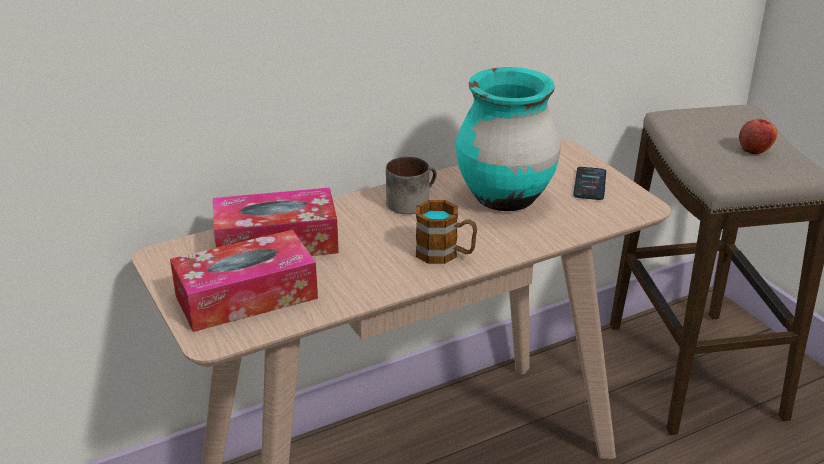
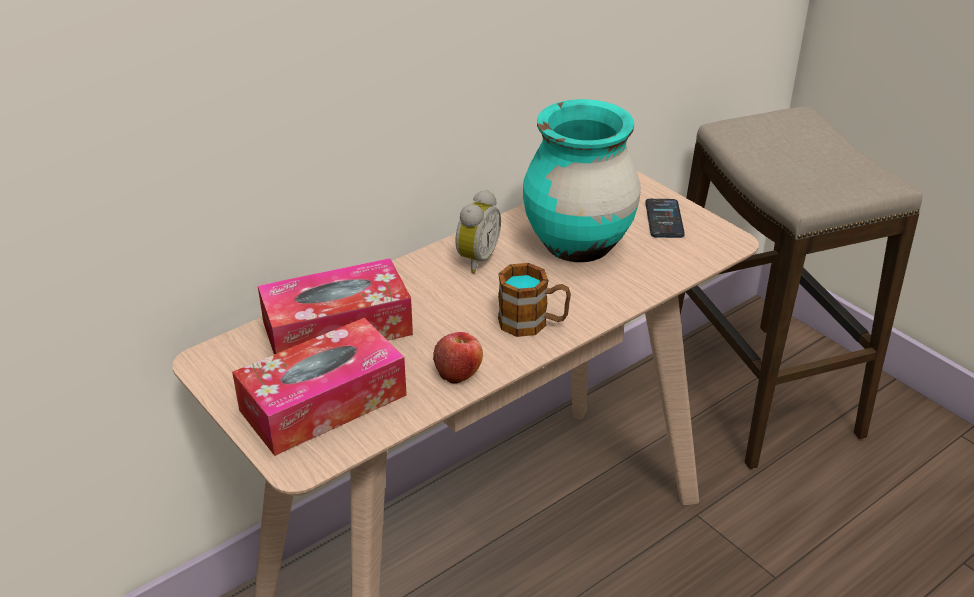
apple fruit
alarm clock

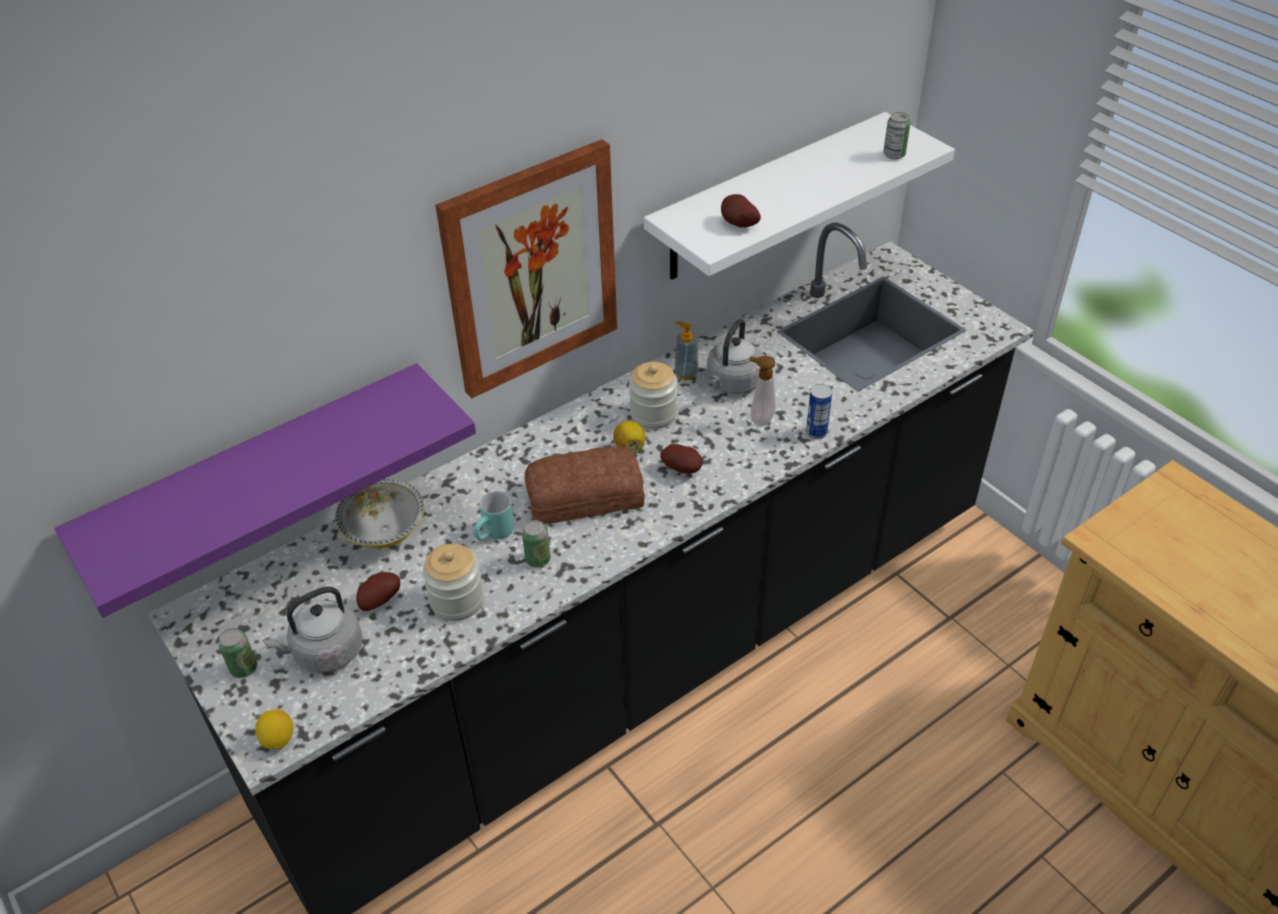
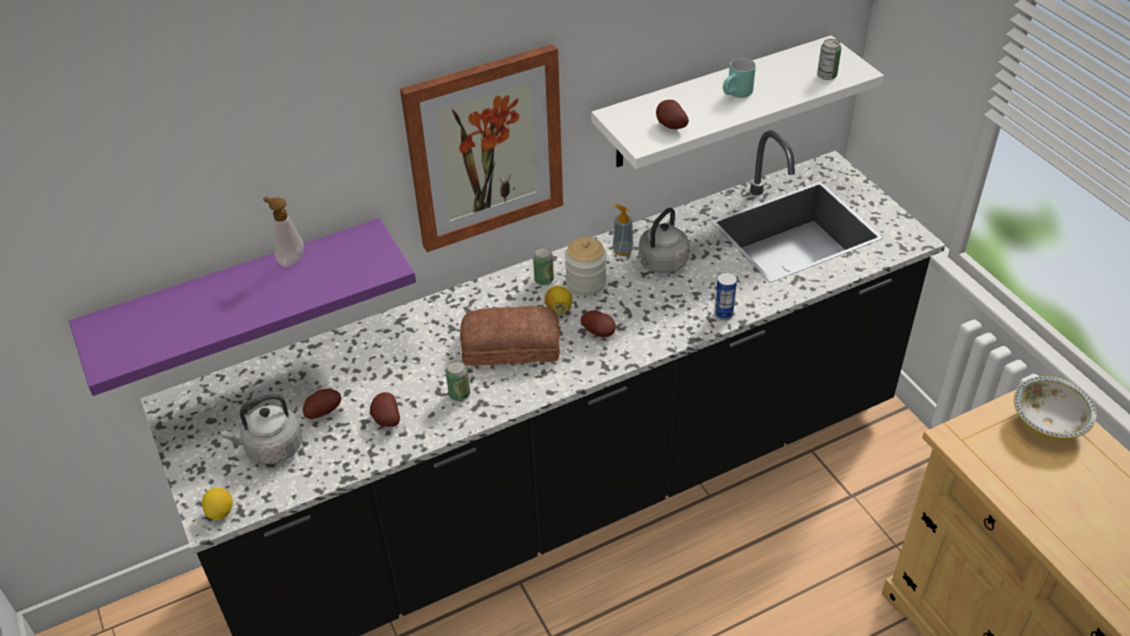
metal can (no. 2 from left)
bowl
turquoise-coloured mug
liquid soap bottle (no. 1 from left)
potato (no. 2 from left)

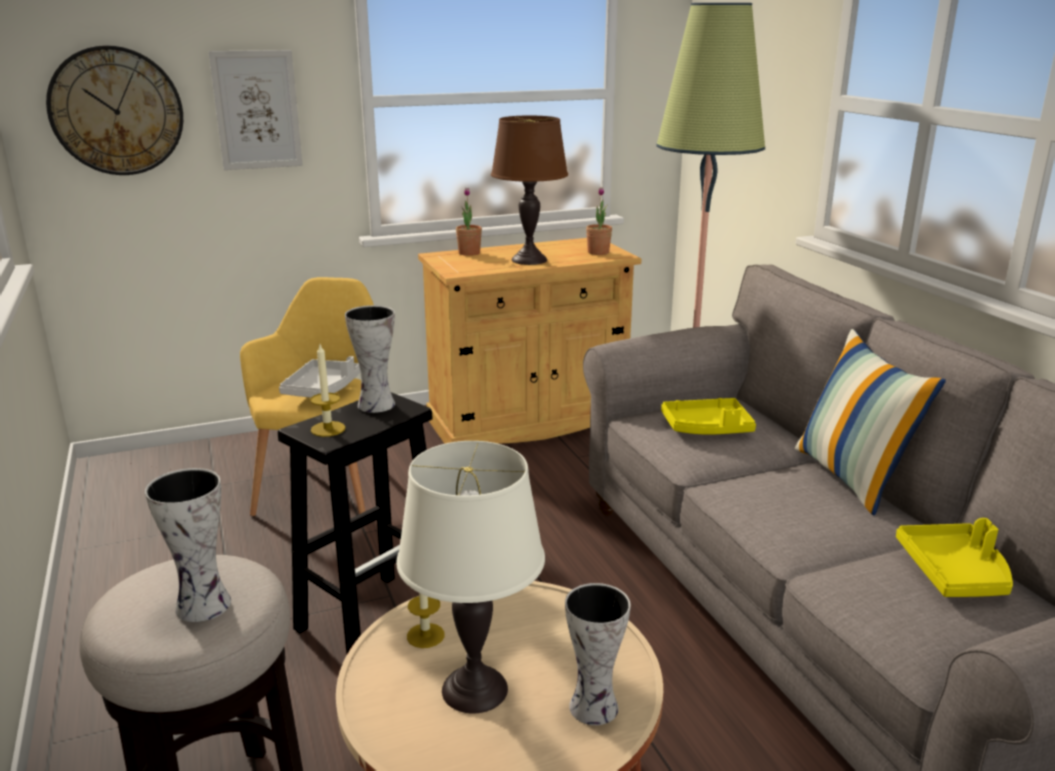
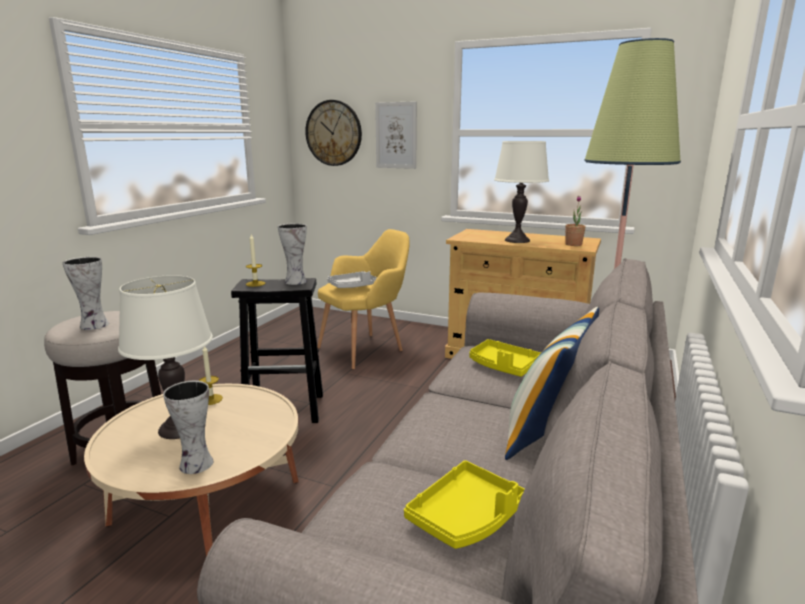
houseplant (no. 1 from left in the first image)
white-coloured table lamp (no. 2 from left)

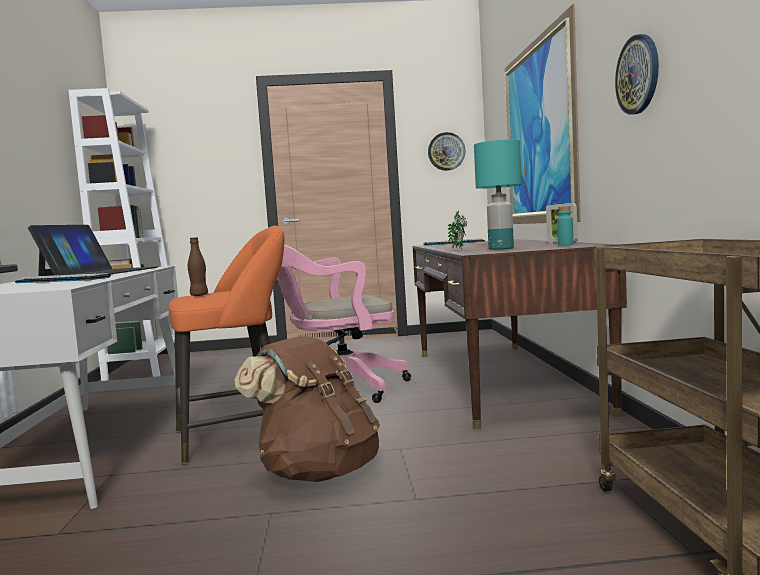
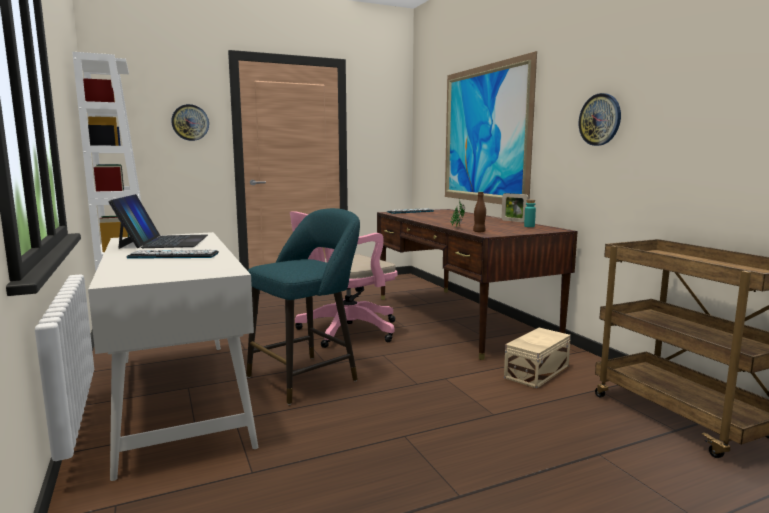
brown-coloured backpack
turquoise-coloured table lamp
beige-coloured storage container
brown-coloured beverage bottle
hanging clock (no. 1 from left)
turquoise-coloured stool seat

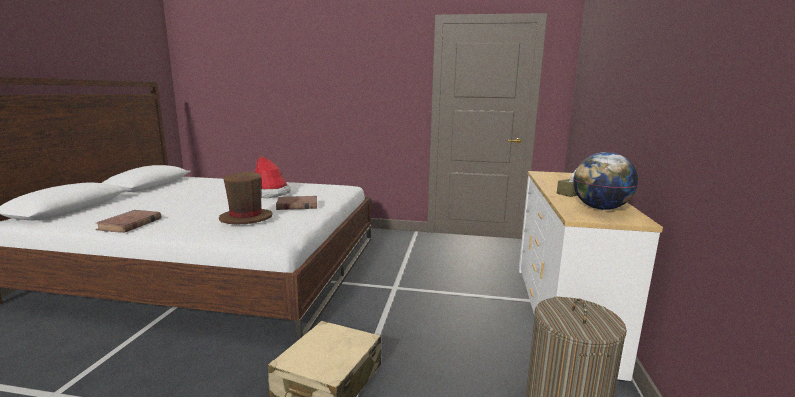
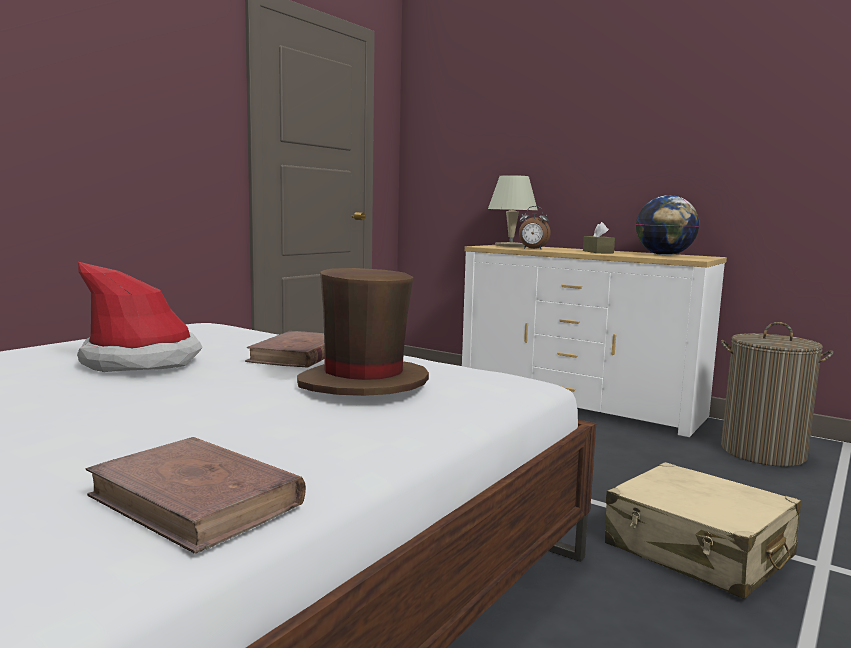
beige-coloured table lamp
alarm clock

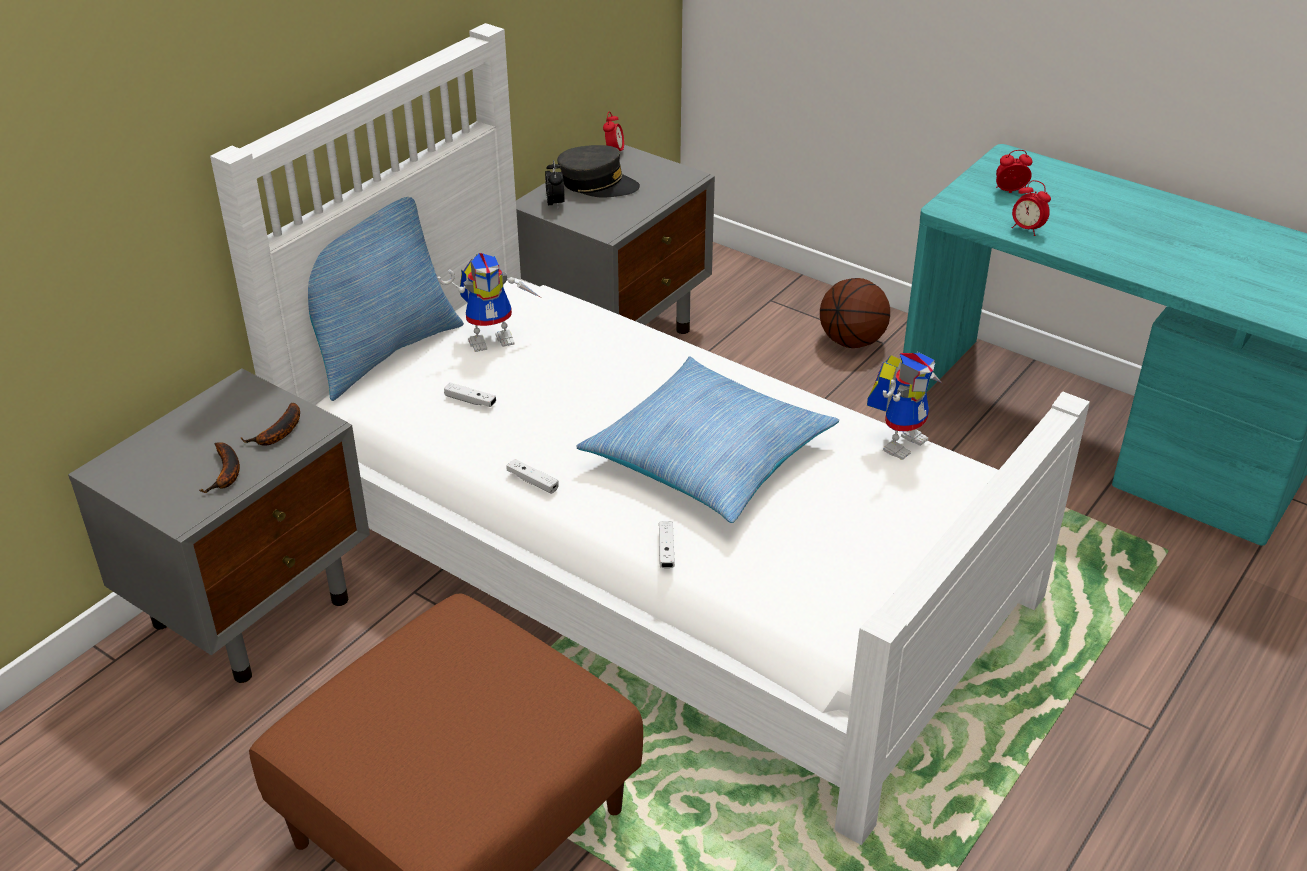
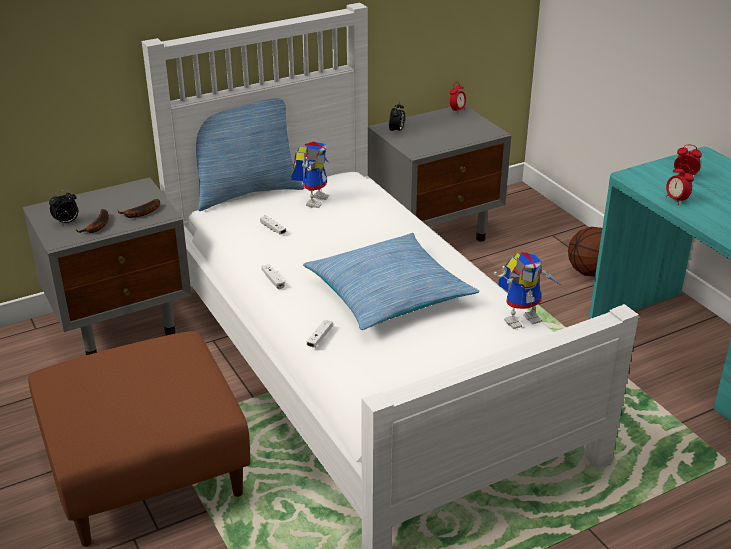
gray peaked cap
alarm clock (no. 1 from left)
model robot (no. 1 from left)

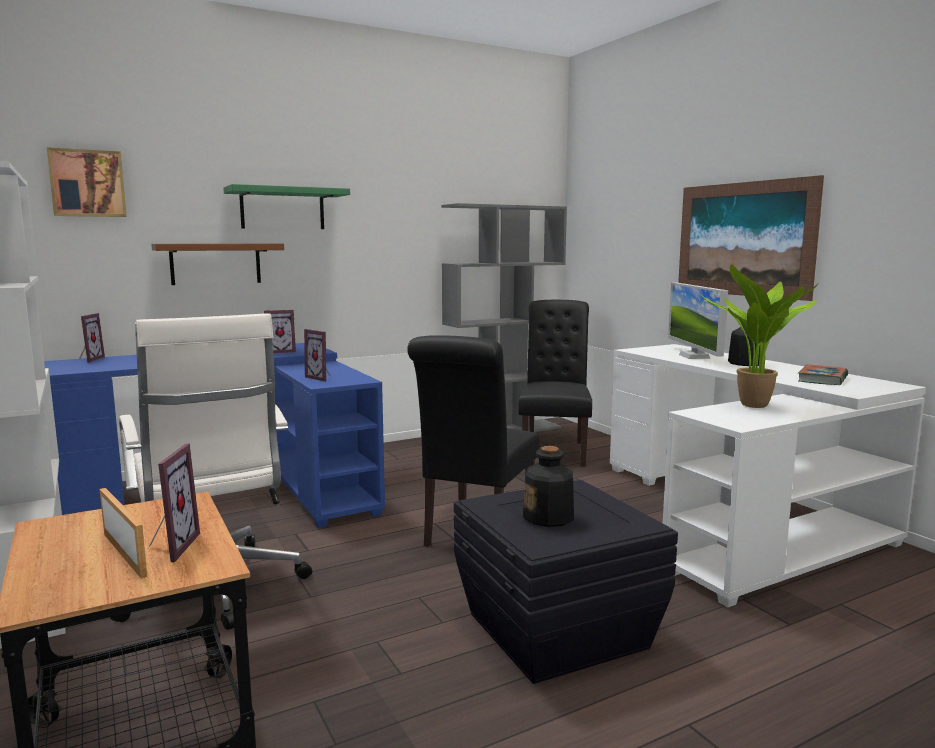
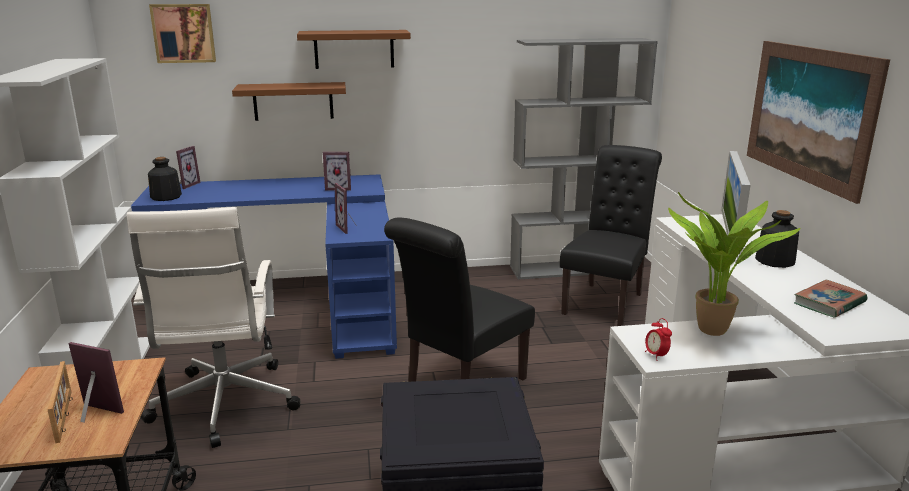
alarm clock
beverage bottle (no. 1 from left)
brown-coloured wall shelf (no. 2 from left)
picture frame (no. 2 from left)

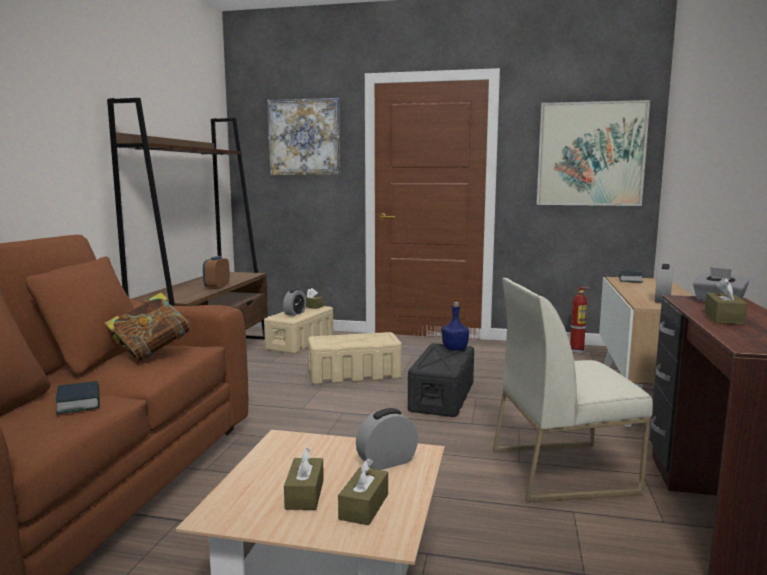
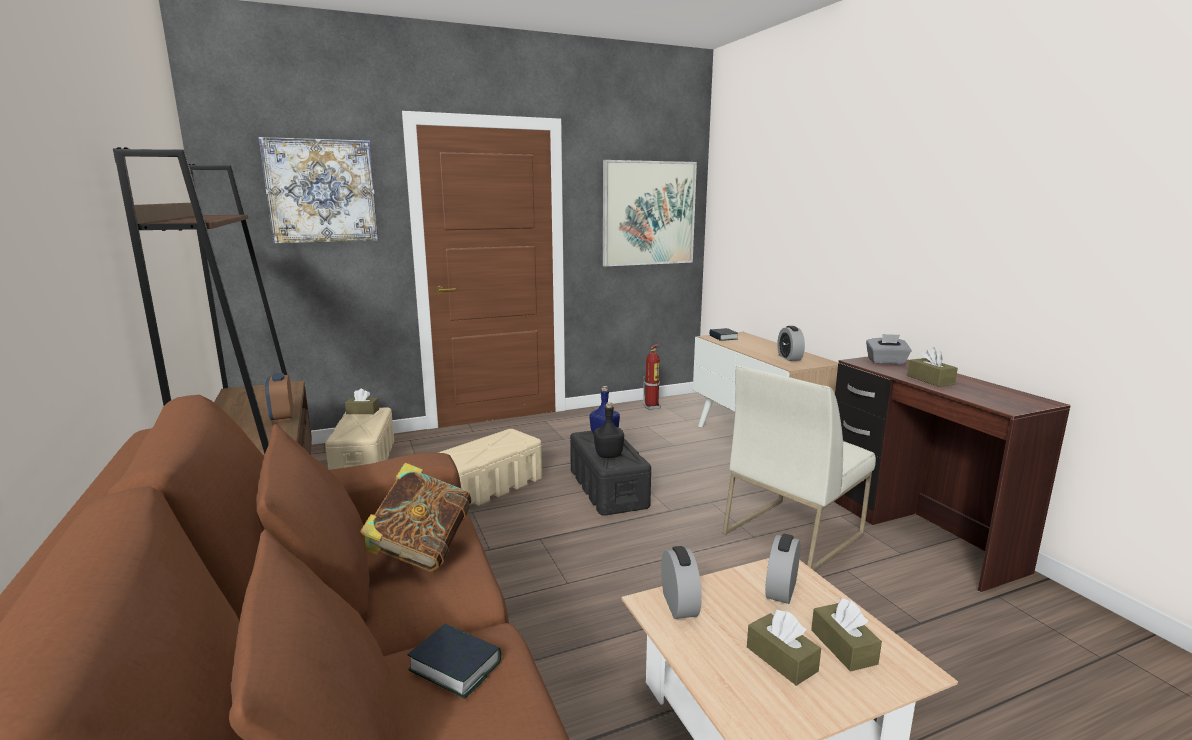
blackish beverage bottle
alarm clock (no. 2 from left)

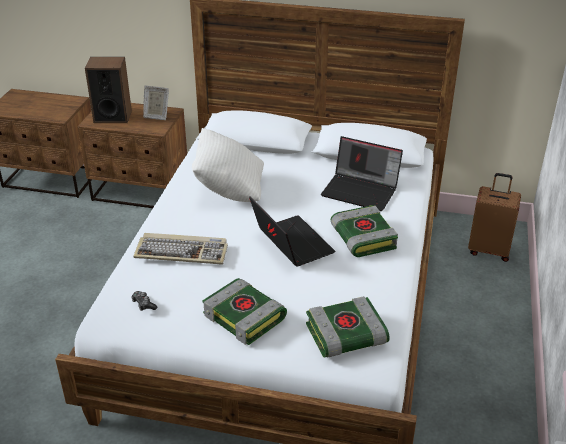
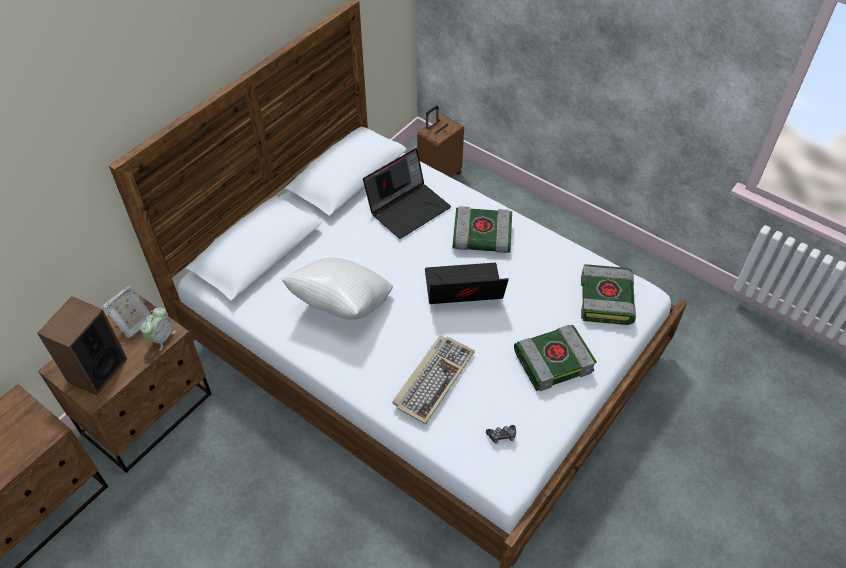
alarm clock

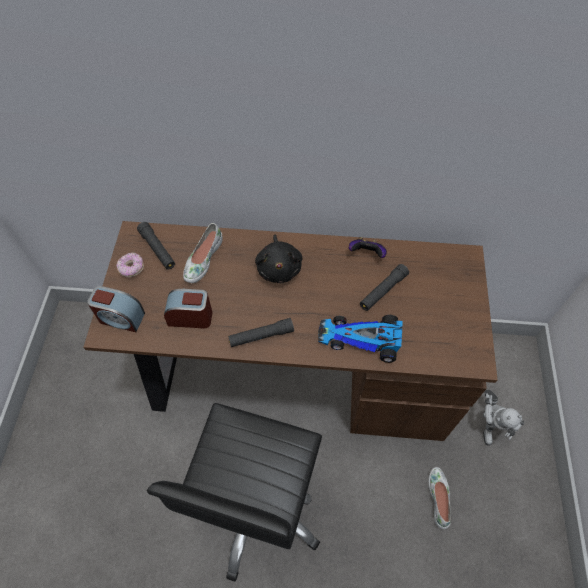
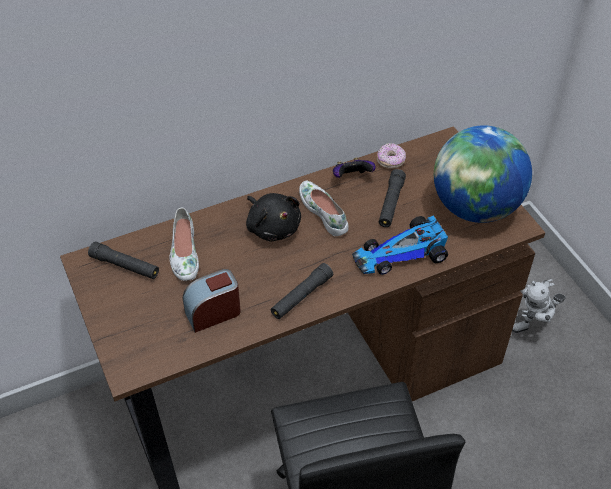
alarm clock (no. 1 from left in the first image)
globe
donut
white-coloured item of footwear (no. 2 from left)
model robot

